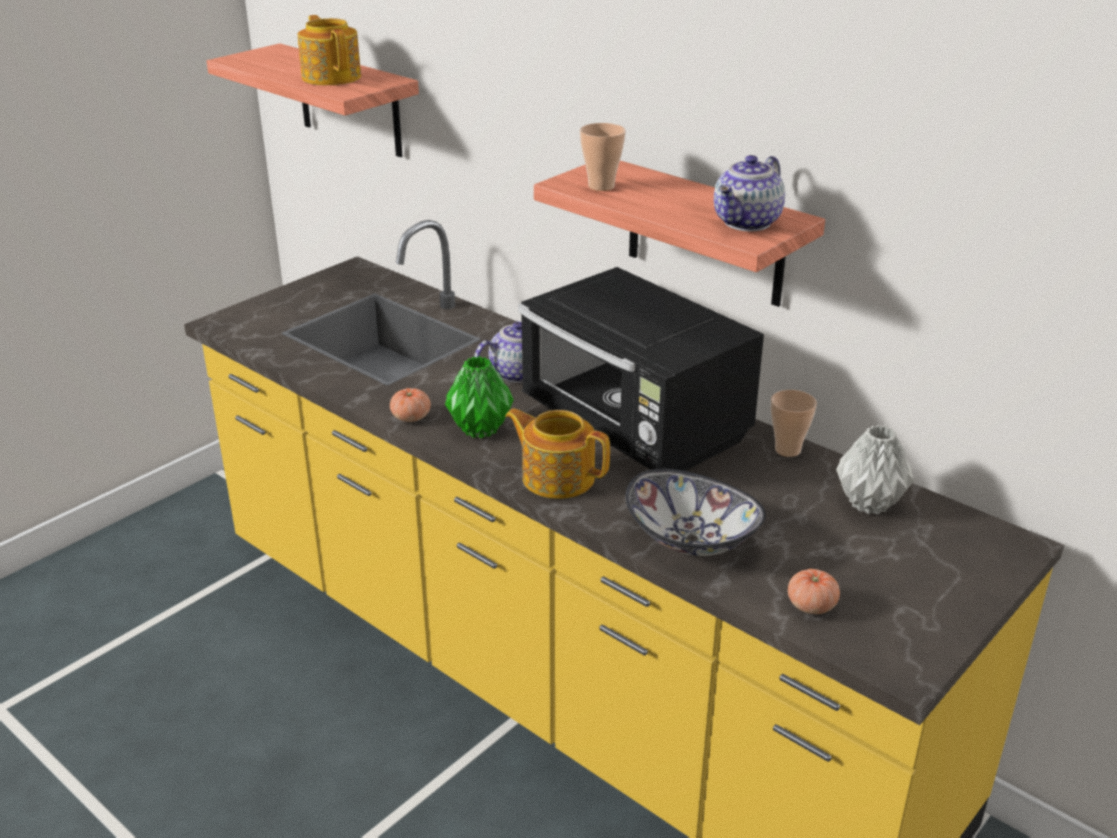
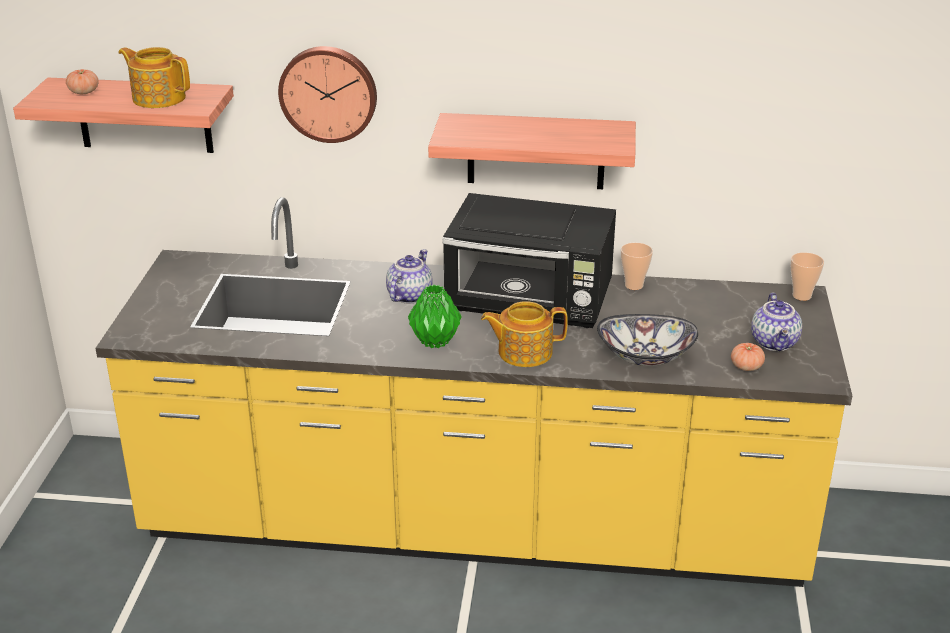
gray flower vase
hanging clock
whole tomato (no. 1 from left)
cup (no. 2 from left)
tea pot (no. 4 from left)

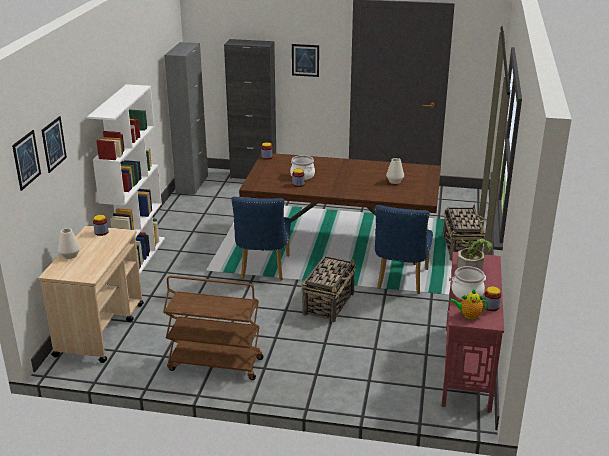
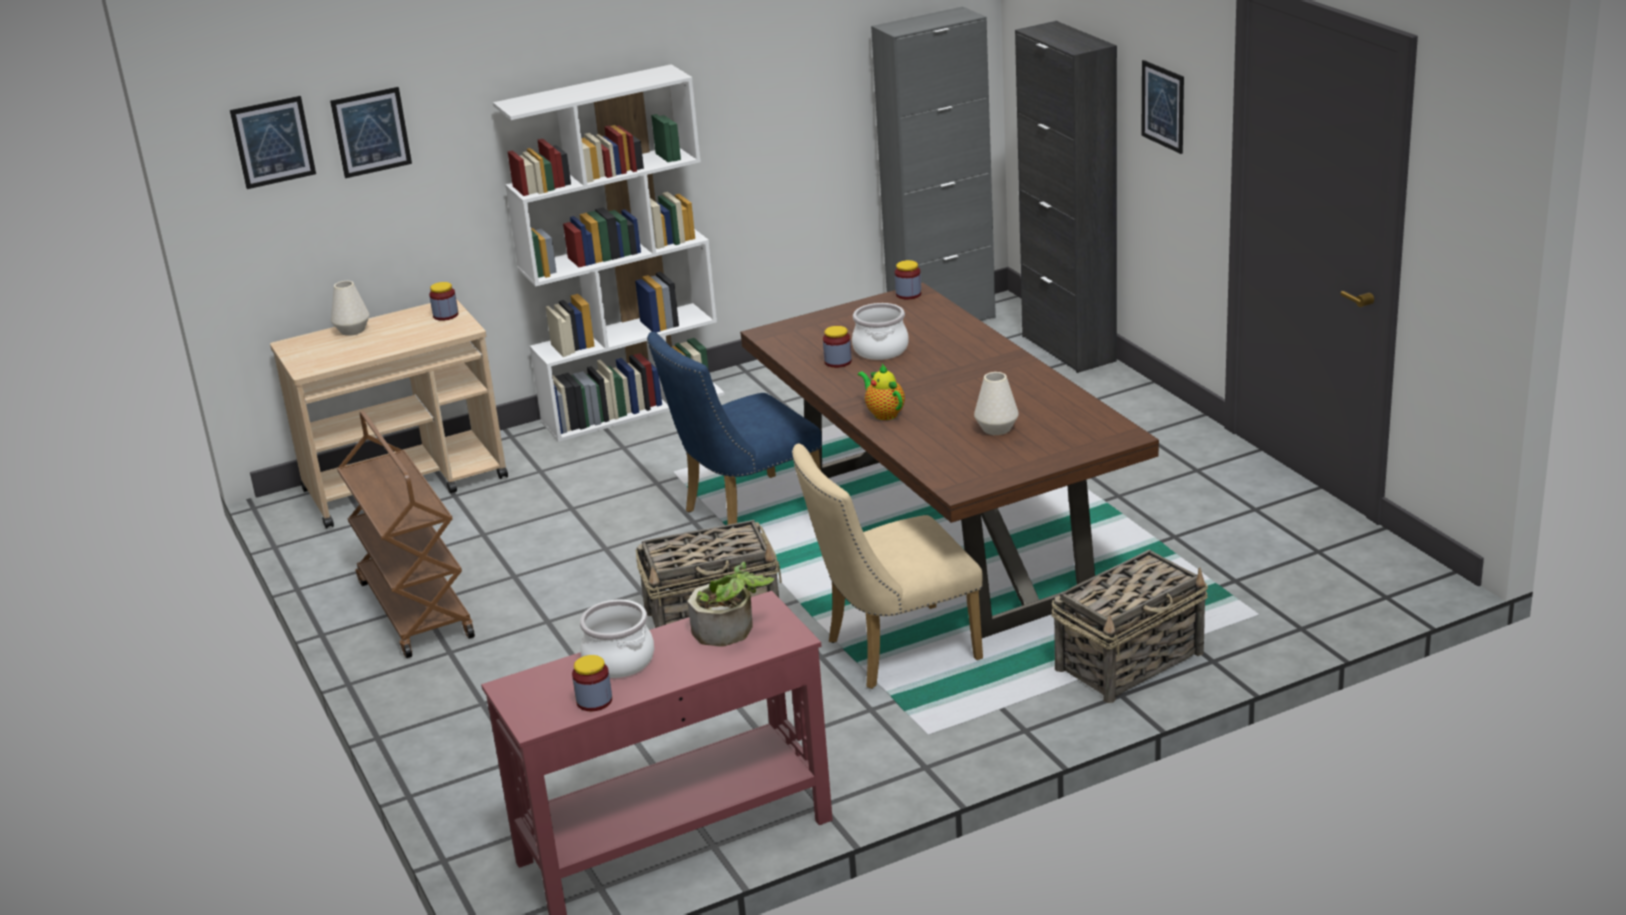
tea pot
beige-coloured chair

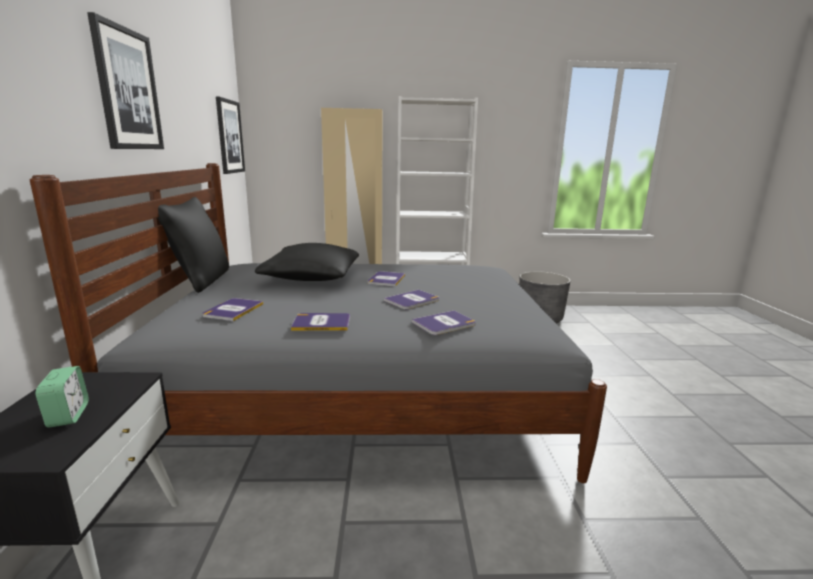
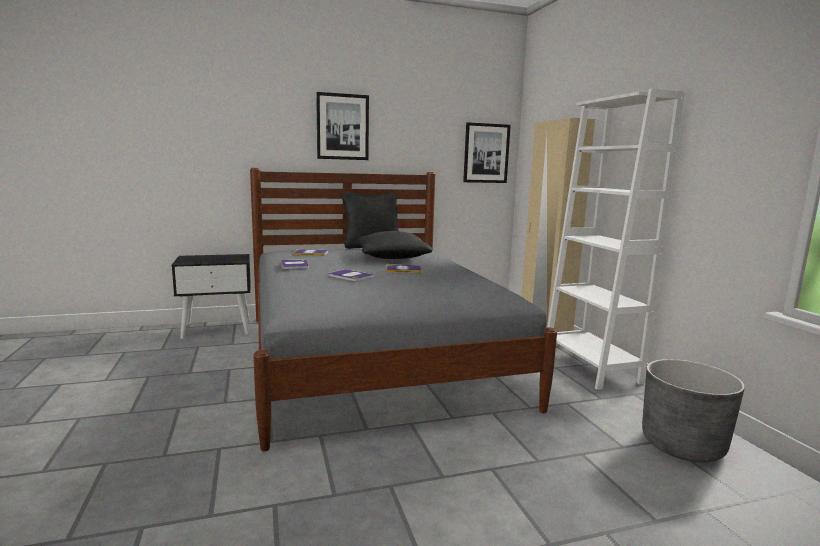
alarm clock
book (no. 5 from left in the first image)

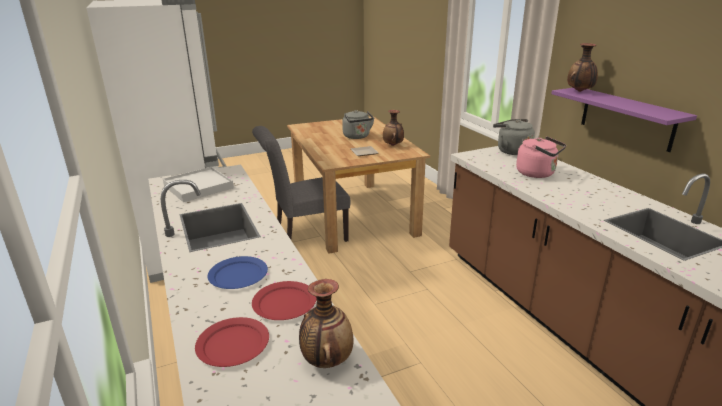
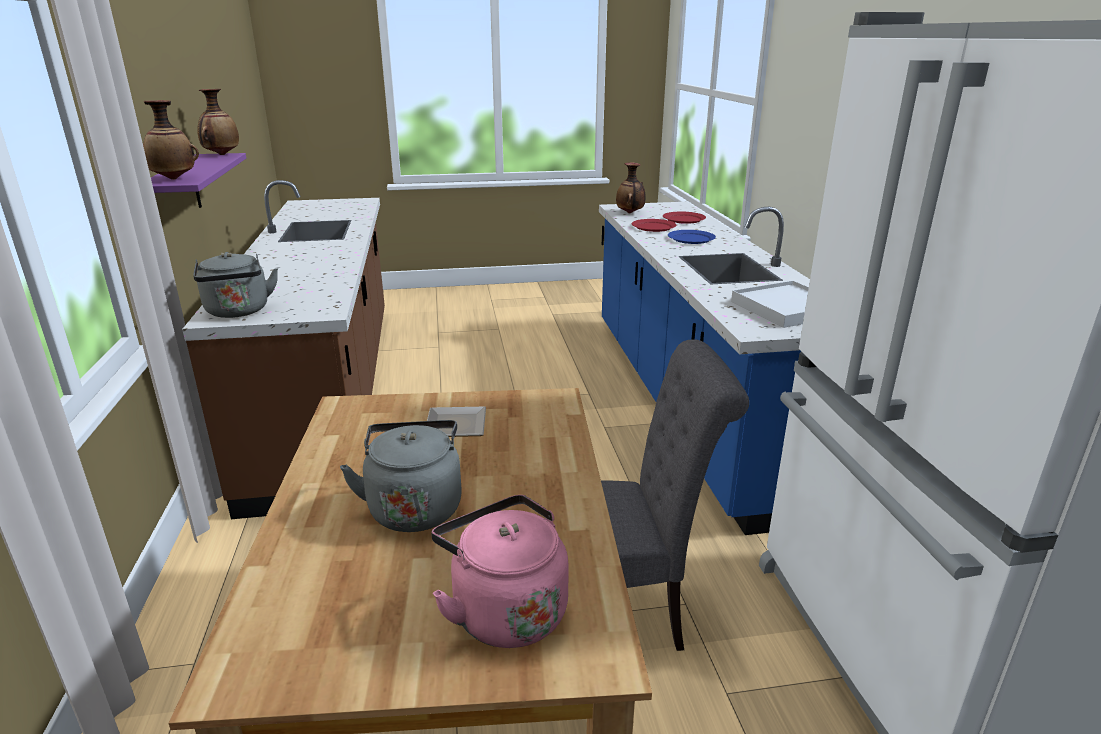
flower vase (no. 2 from left)
pinkish kettle

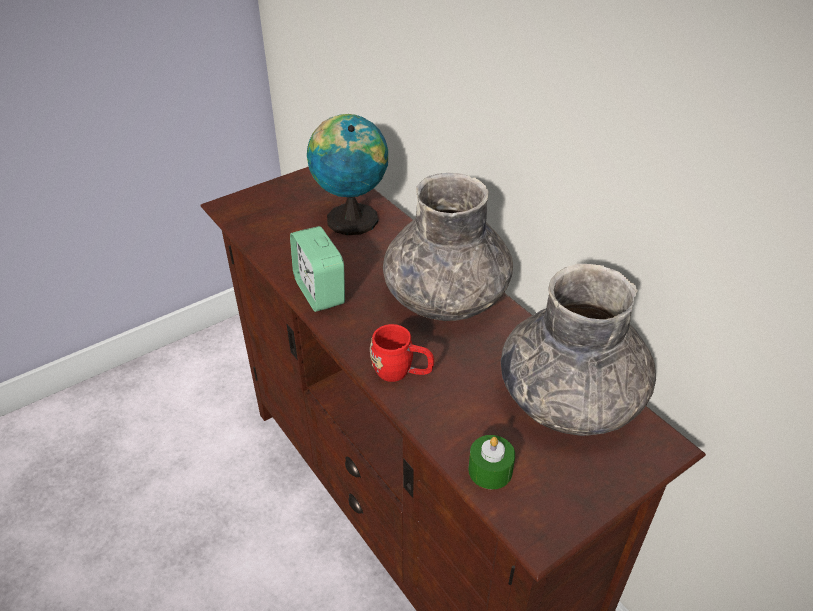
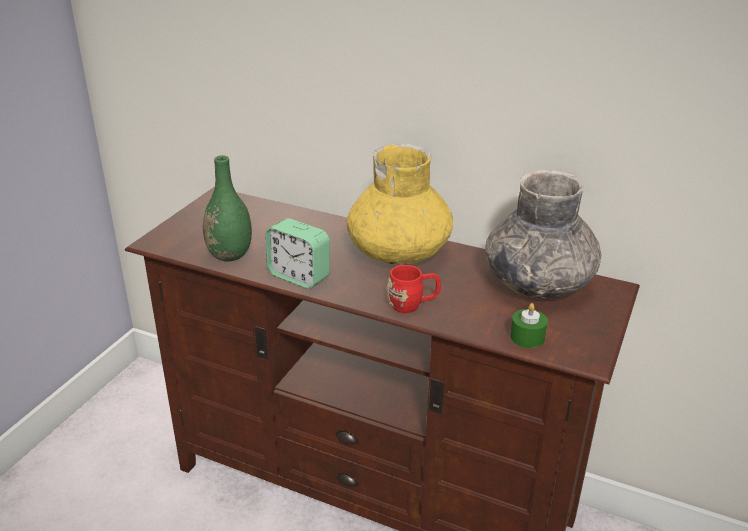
globe
greenish flower vase
yellowish flower vase

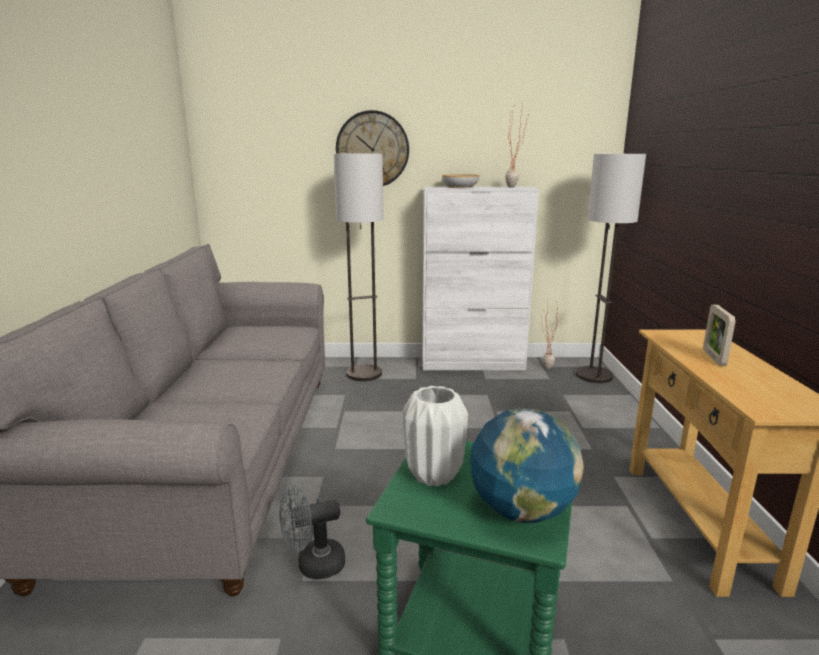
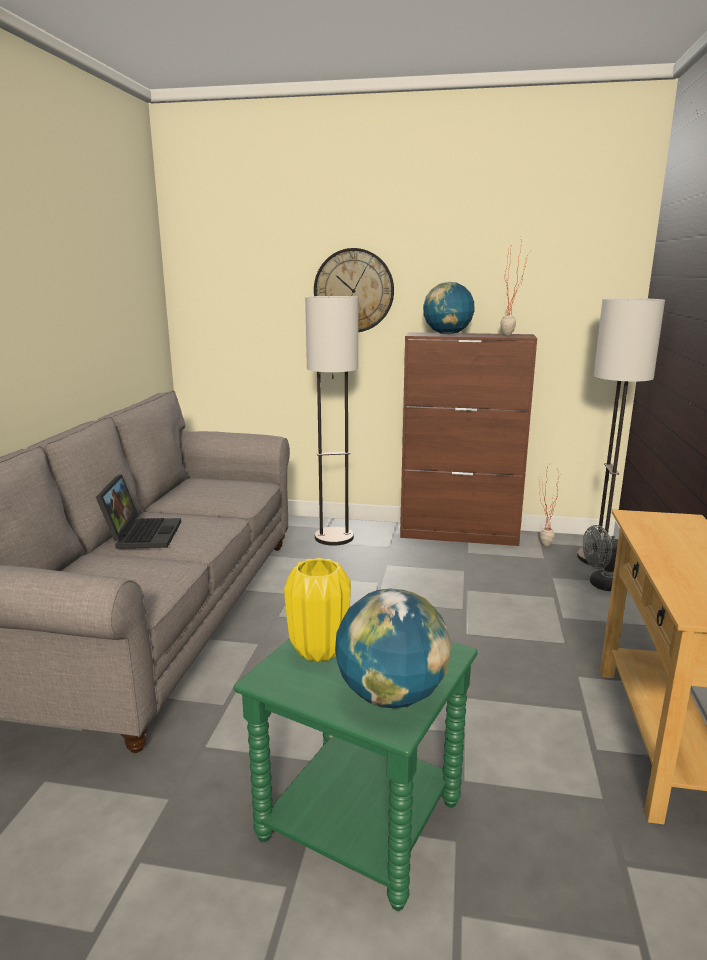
picture frame
laptop
gray cooling fan
globe (no. 2 from left)
yellowish flower vase
brown-coloured cabinet

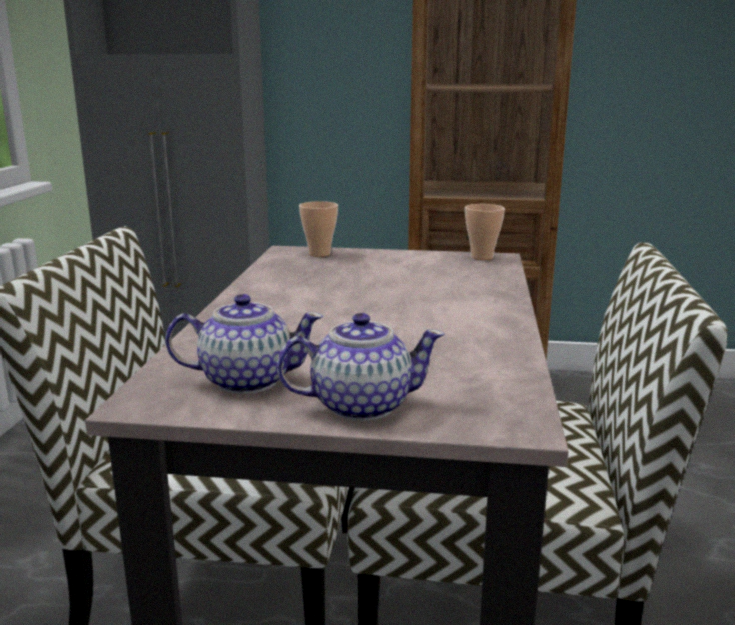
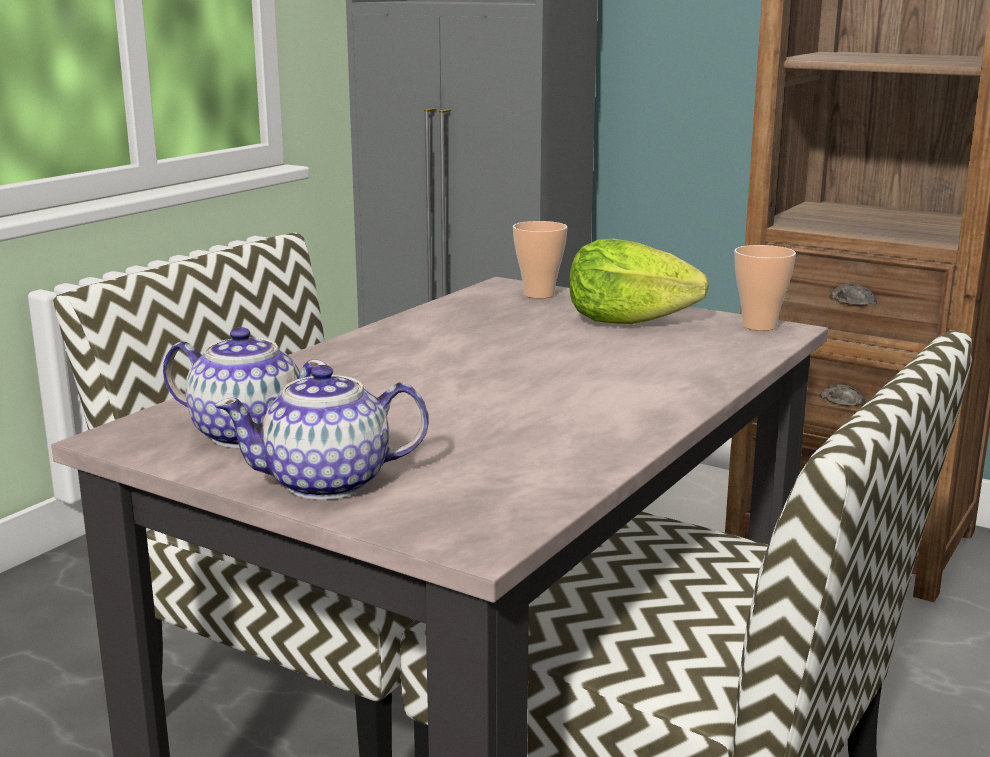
head of lettuce
tea pot (no. 2 from left)

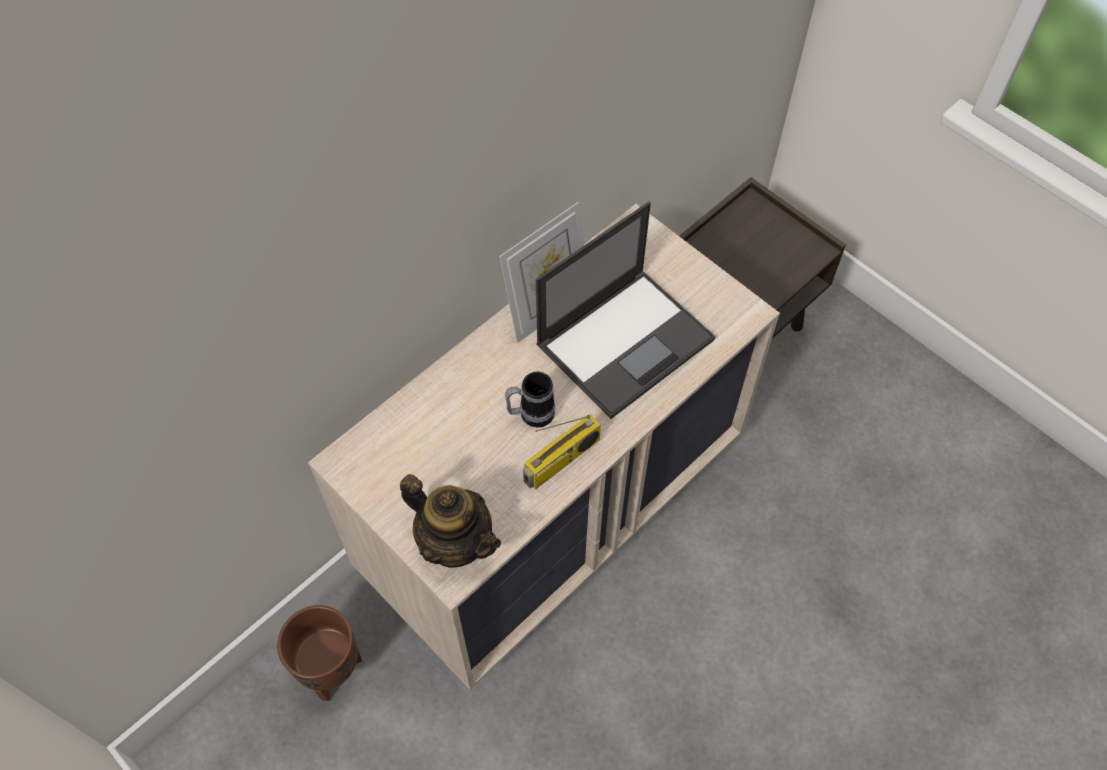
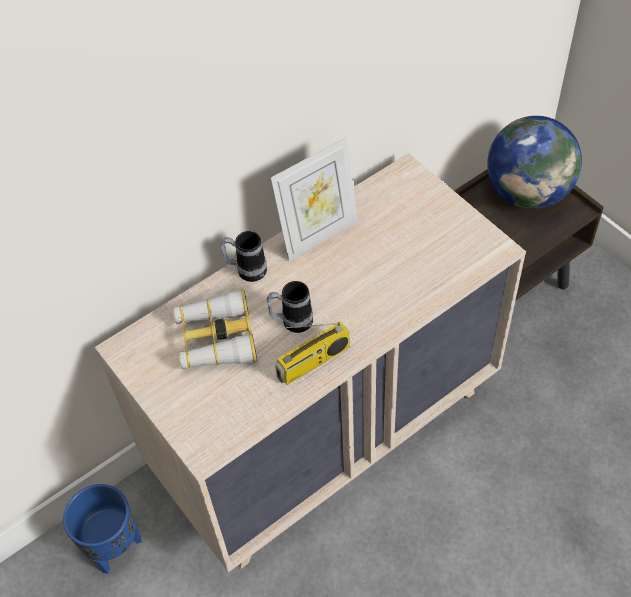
tea pot
laptop
field glasses
mug (no. 1 from left)
globe
blue plant pot

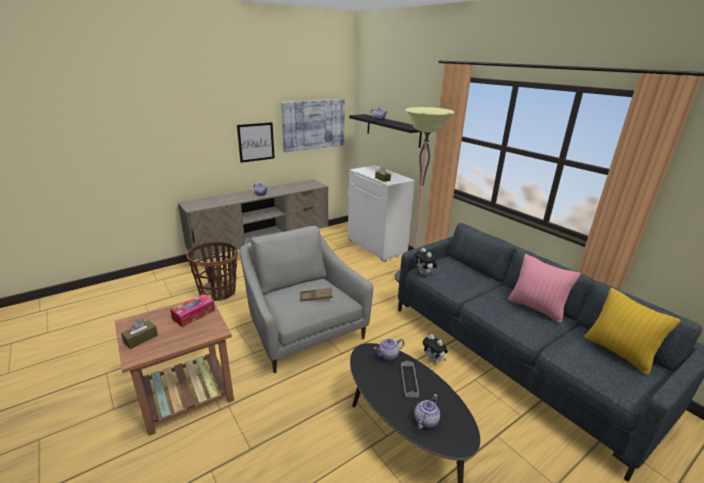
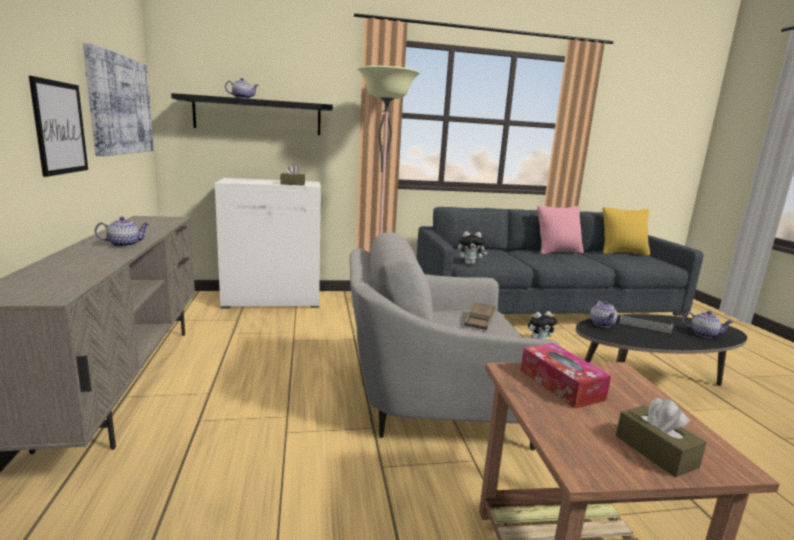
basket
tea pot (no. 4 from left)

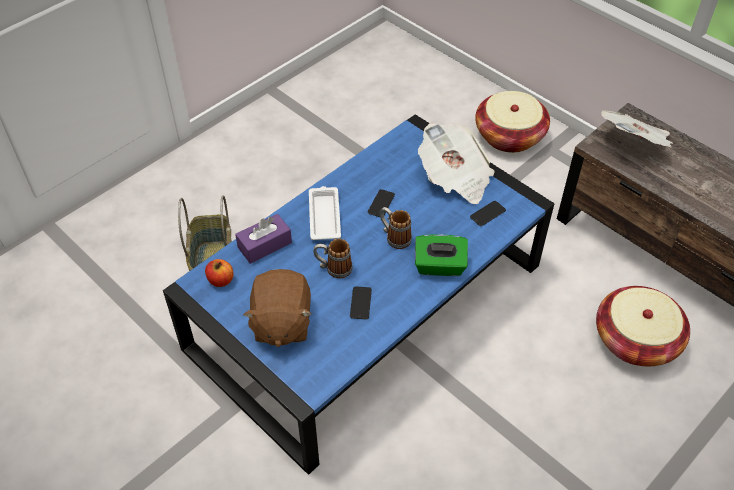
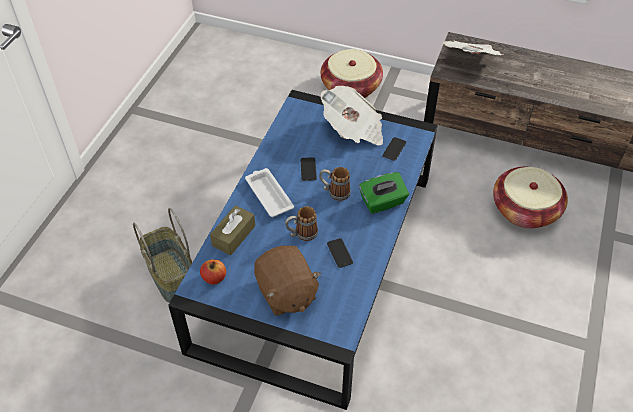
brown-coloured tissue holder

